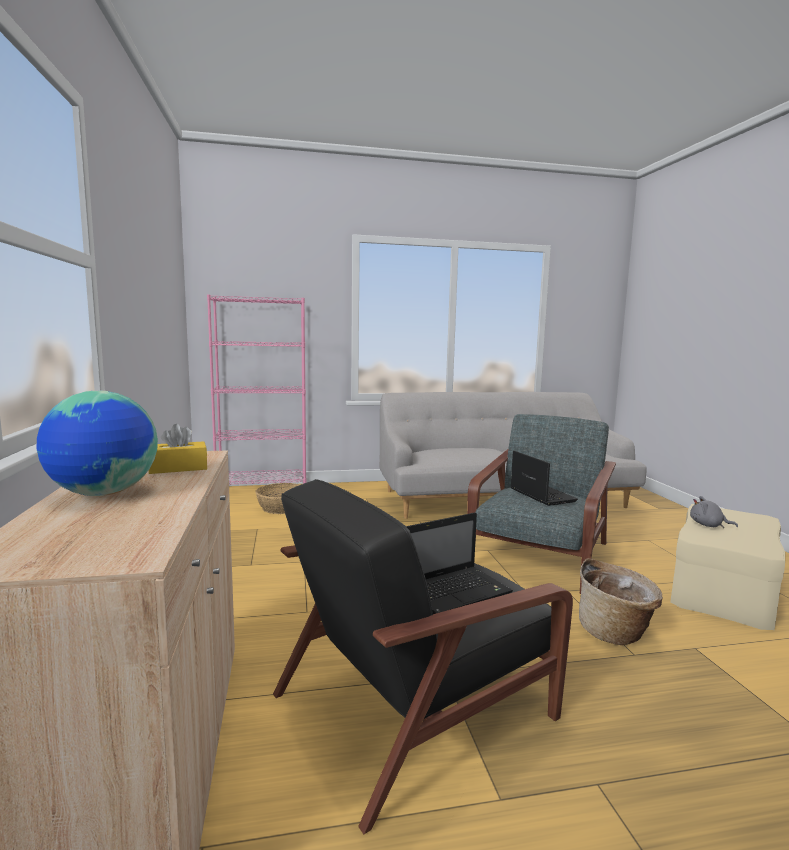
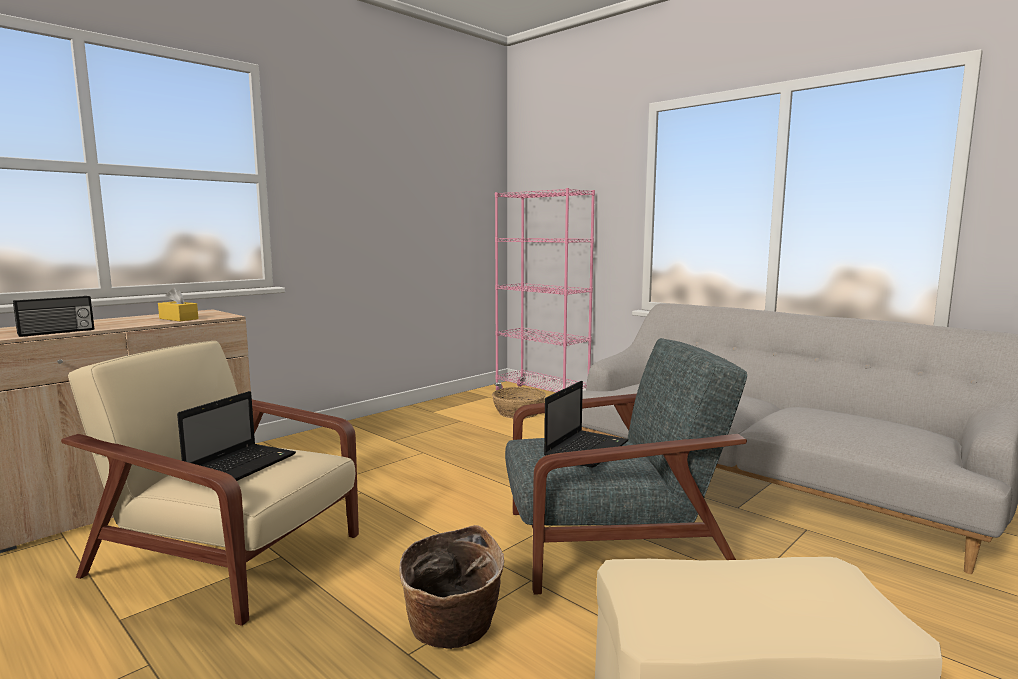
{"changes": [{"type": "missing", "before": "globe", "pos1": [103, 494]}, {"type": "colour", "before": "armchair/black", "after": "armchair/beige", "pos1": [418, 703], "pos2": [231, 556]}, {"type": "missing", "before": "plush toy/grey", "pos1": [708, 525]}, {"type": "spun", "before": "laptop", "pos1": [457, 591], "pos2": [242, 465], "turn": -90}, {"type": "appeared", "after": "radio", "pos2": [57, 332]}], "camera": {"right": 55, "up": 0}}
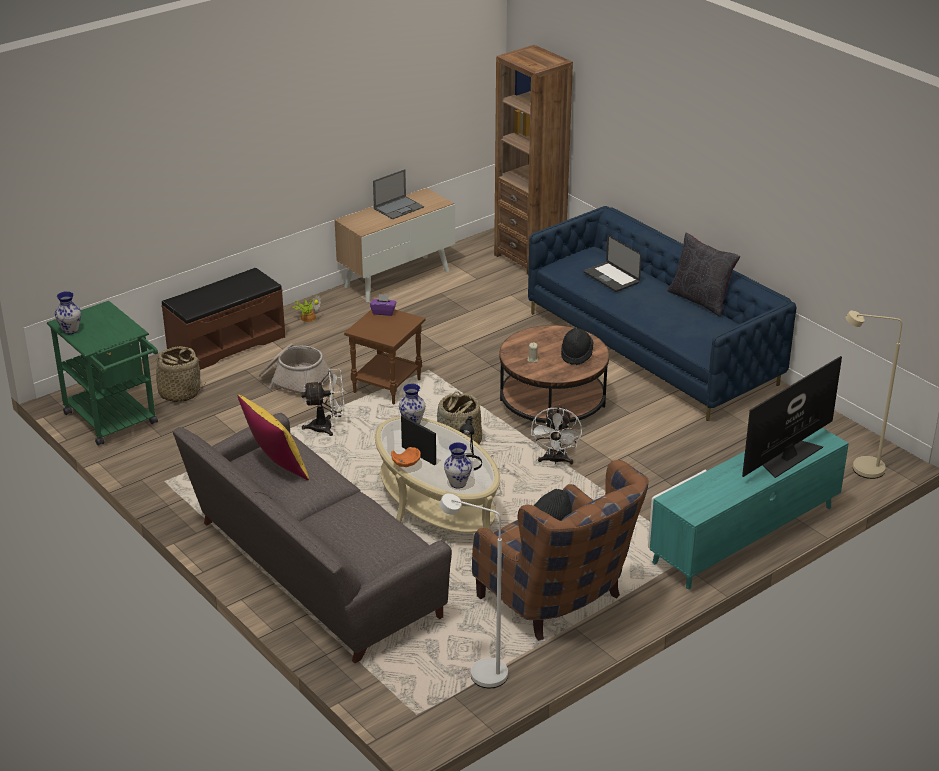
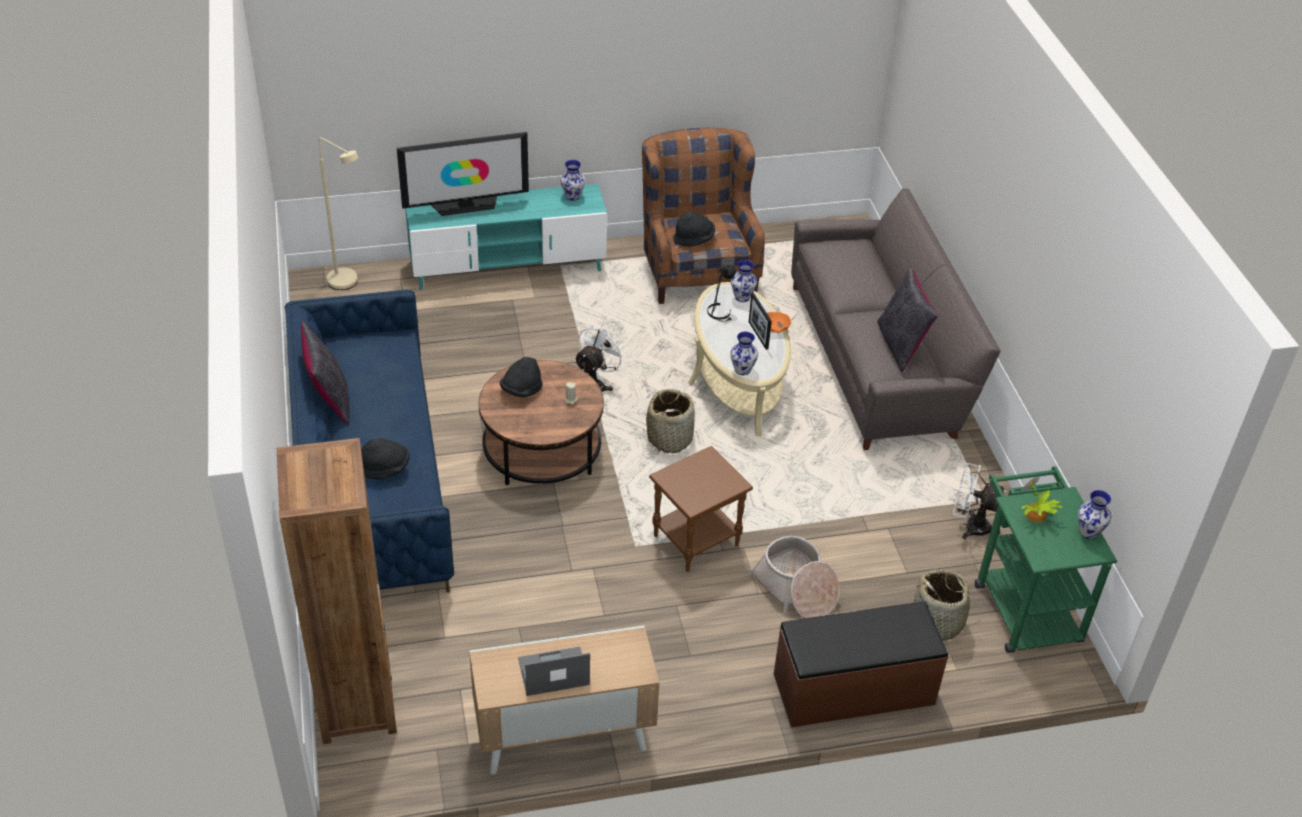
{"changes": [{"type": "exchanged", "before": "laptop", "after": "hat/black", "pos1": [611, 278], "pos2": [386, 468]}, {"type": "missing", "before": "tissue box/purple", "pos1": [383, 312]}, {"type": "relocated", "before": "potted plant", "pos1": [308, 317], "pos2": [1035, 515]}, {"type": "relocated", "before": "fan/white", "pos1": [327, 427], "pos2": [970, 526]}, {"type": "colour", "before": "pillow/yellow", "after": "pillow/black", "pos1": [276, 466], "pos2": [901, 345]}, {"type": "missing", "before": "floor lamp/white", "pos1": [479, 672]}, {"type": "appeared", "after": "vase", "pos2": [573, 196]}], "camera": {"right": -155, "up": 10}}
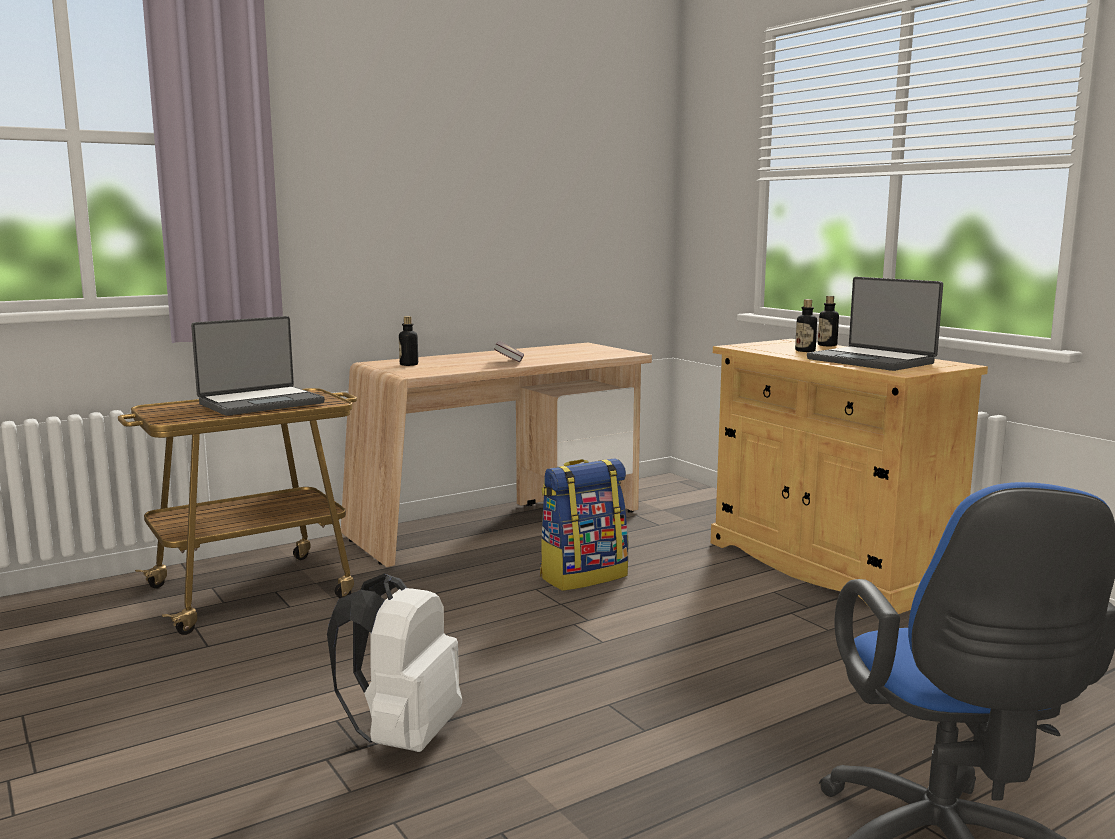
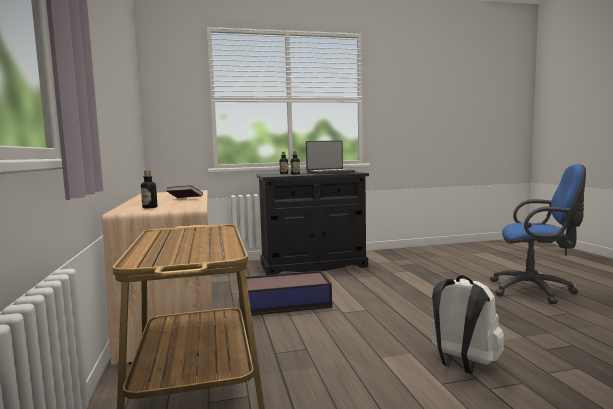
{"changes": [{"type": "missing", "before": "laptop", "pos1": [260, 403]}, {"type": "colour", "before": "cabinet/beige", "after": "cabinet/black", "pos1": [828, 566], "pos2": [313, 265]}, {"type": "exchanged", "before": "backpack", "after": "storage box", "pos1": [583, 576], "pos2": [282, 303]}], "camera": {"right": -70, "up": -5}}
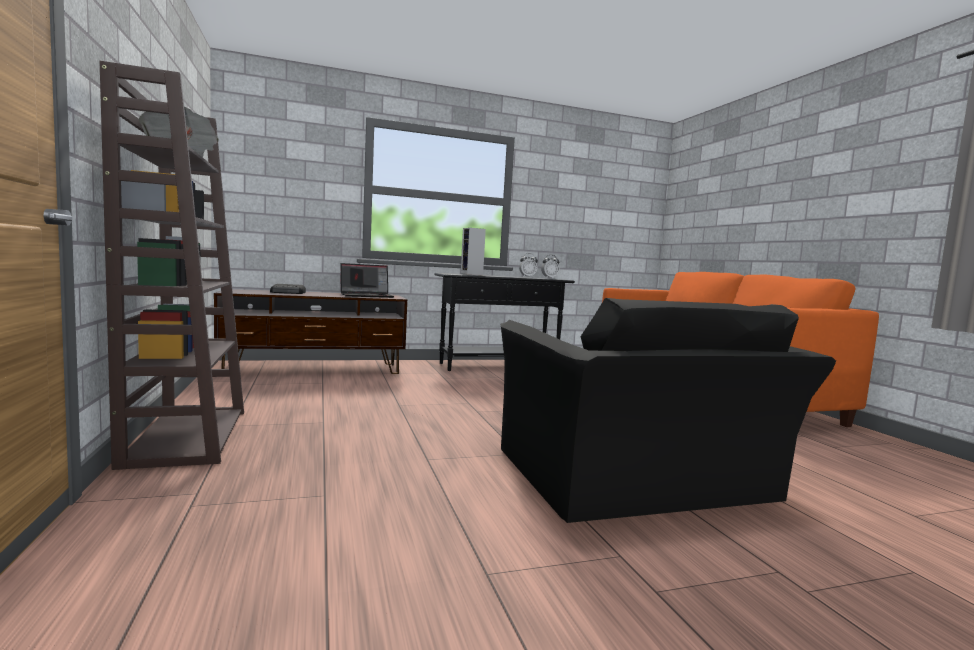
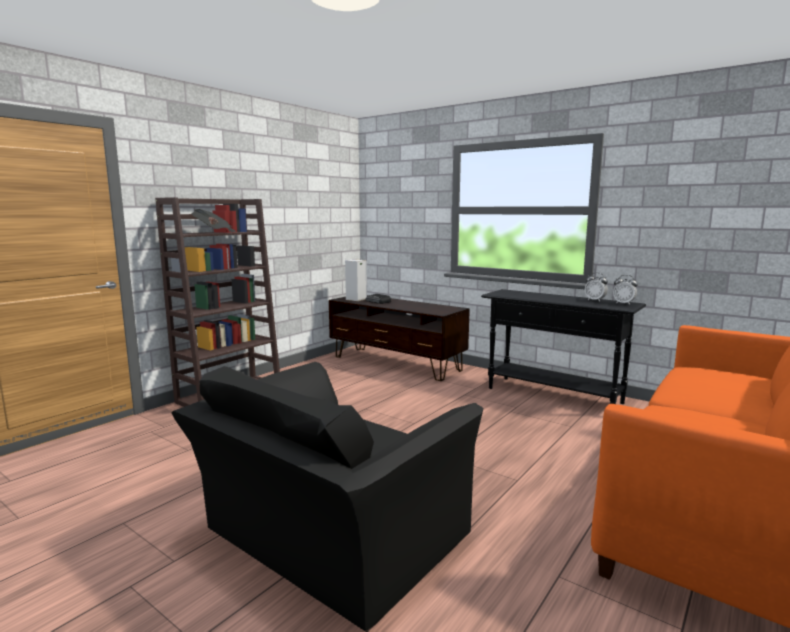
{"changes": [{"type": "relocated", "before": "speaker", "pos1": [472, 274], "pos2": [356, 299]}, {"type": "missing", "before": "laptop", "pos1": [367, 295]}], "camera": {"right": 55, "up": 5}}
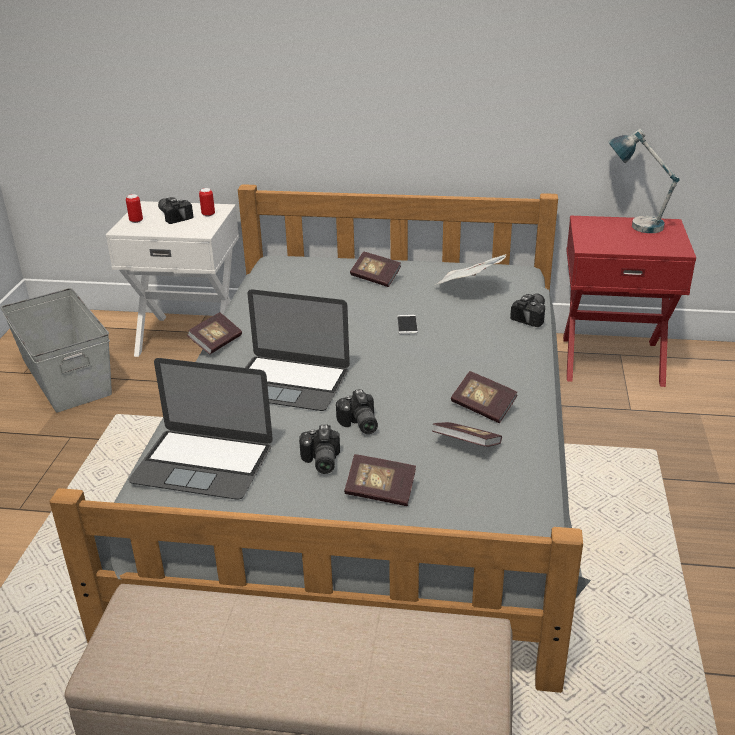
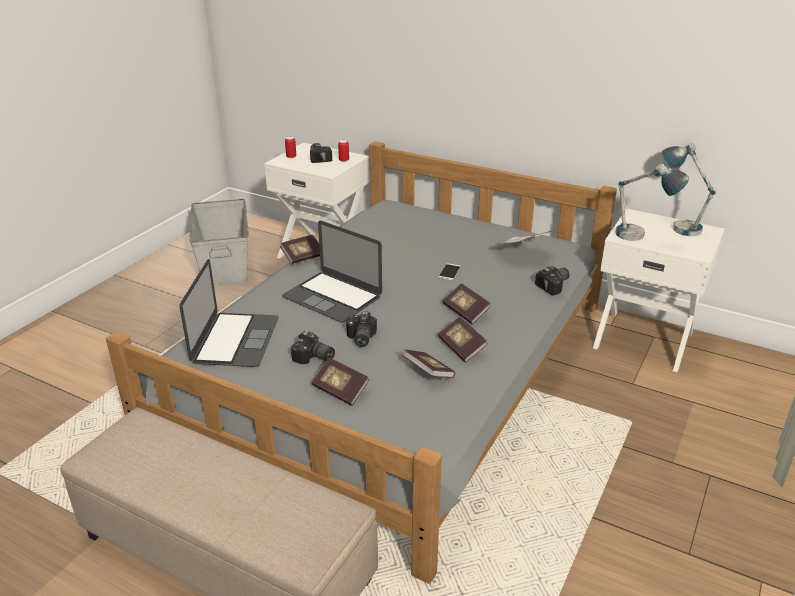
{"changes": [{"type": "colour", "before": "nightstand/red", "after": "nightstand/white", "pos1": [611, 359], "pos2": [643, 339]}, {"type": "relocated", "before": "book", "pos1": [375, 278], "pos2": [466, 312]}, {"type": "spun", "before": "laptop", "pos1": [203, 463], "pos2": [235, 340], "turn": -120}, {"type": "spun", "before": "photo camera", "pos1": [320, 461], "pos2": [314, 358], "turn": -75}, {"type": "appeared", "after": "table lamp", "pos2": [641, 238]}], "camera": {"right": 20, "up": 0}}
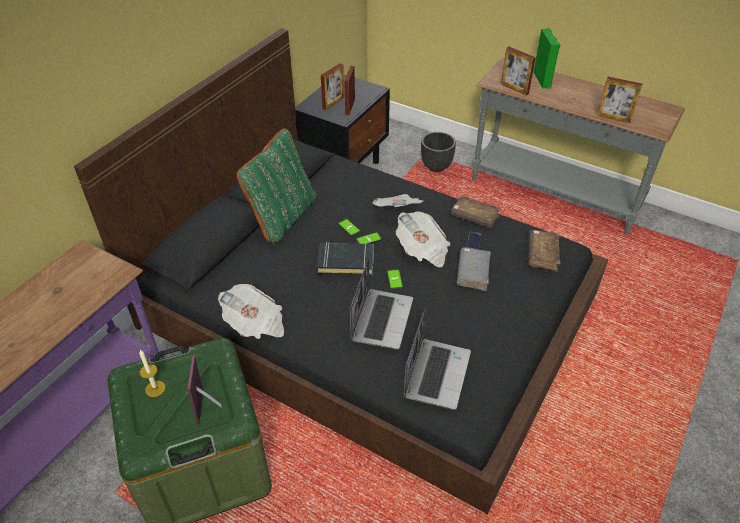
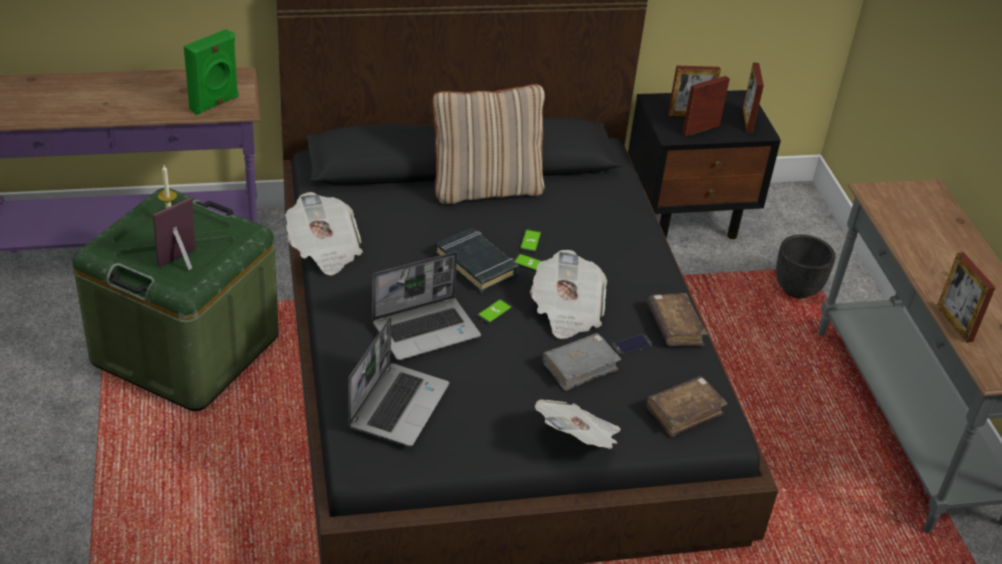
{"changes": [{"type": "relocated", "before": "speaker/green", "pos1": [542, 79], "pos2": [215, 104]}, {"type": "relocated", "before": "picture frame", "pos1": [514, 89], "pos2": [747, 120]}, {"type": "colour", "before": "pillow/green", "after": "pillow/beige", "pos1": [282, 217], "pos2": [486, 188]}, {"type": "relocated", "before": "newspaper", "pos1": [397, 211], "pos2": [578, 440]}, {"type": "spun", "before": "laptop", "pos1": [436, 373], "pos2": [398, 405], "turn": -45}], "camera": {"right": 45, "up": -5}}
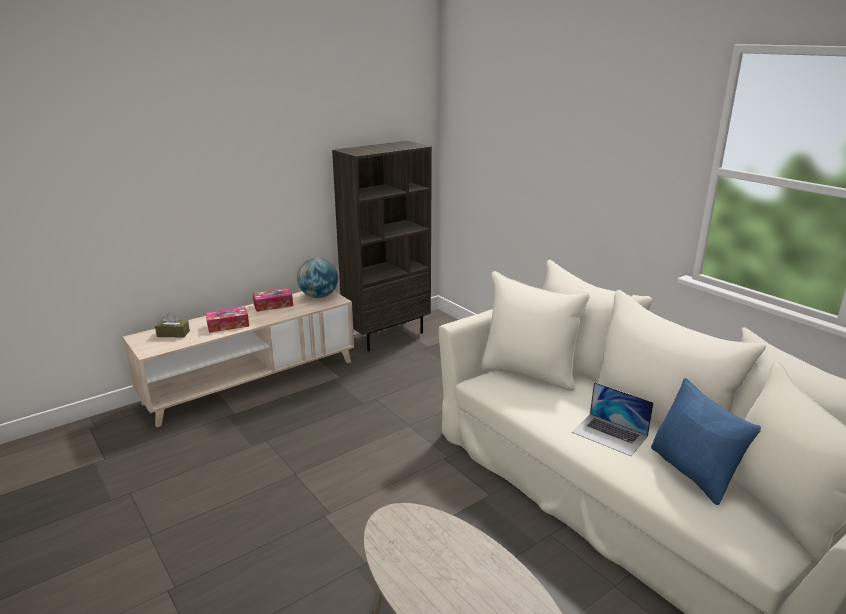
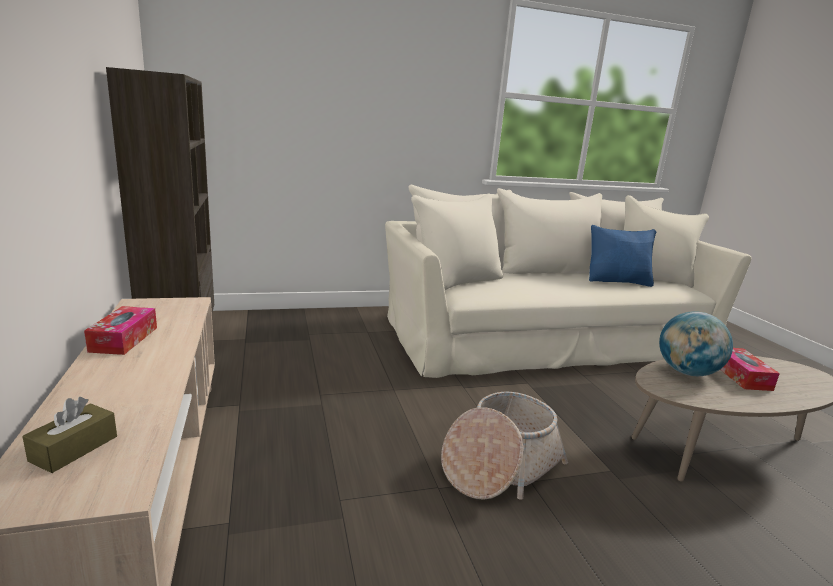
{"changes": [{"type": "relocated", "before": "globe", "pos1": [319, 296], "pos2": [686, 372]}, {"type": "relocated", "before": "tissue box", "pos1": [228, 325], "pos2": [741, 376]}, {"type": "missing", "before": "laptop", "pos1": [610, 434]}, {"type": "appeared", "after": "basket", "pos2": [499, 465]}], "camera": {"right": -70, "up": -5}}
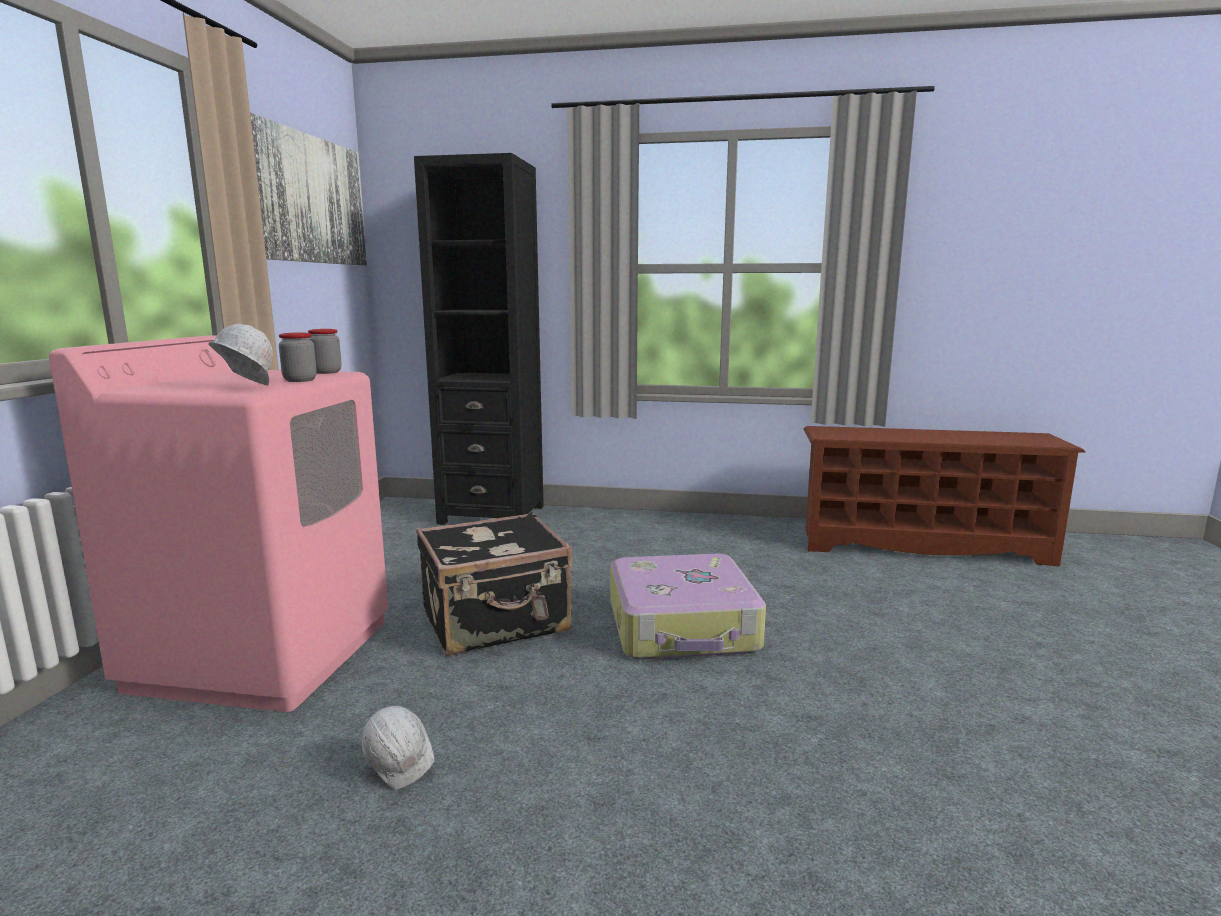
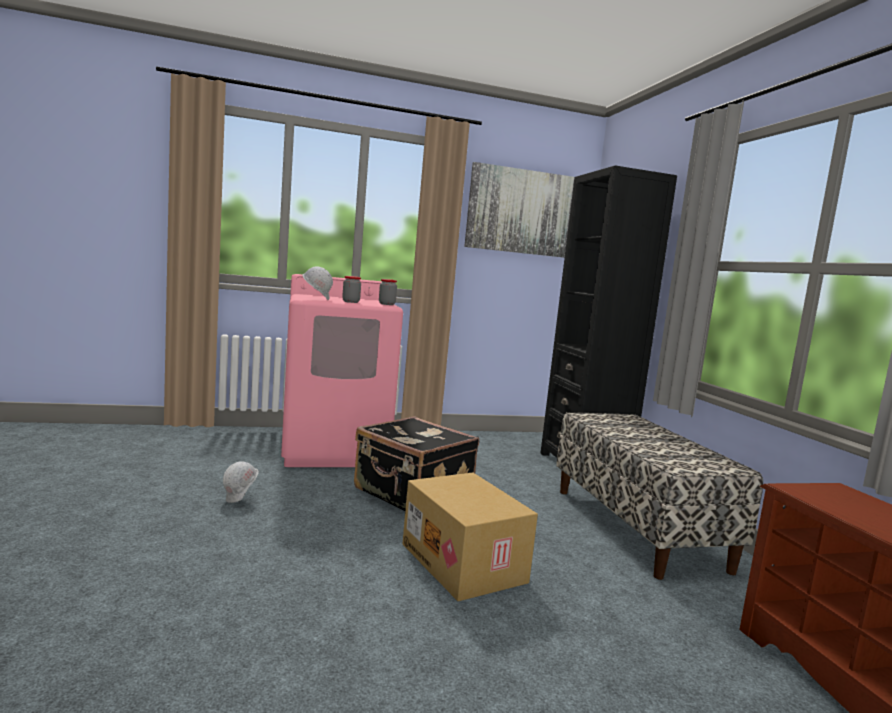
{"changes": [{"type": "exchanged", "before": "suitcase", "after": "cardboard box", "pos1": [683, 626], "pos2": [465, 563]}, {"type": "appeared", "after": "bench", "pos2": [637, 527]}], "camera": {"right": 65, "up": -5}}
